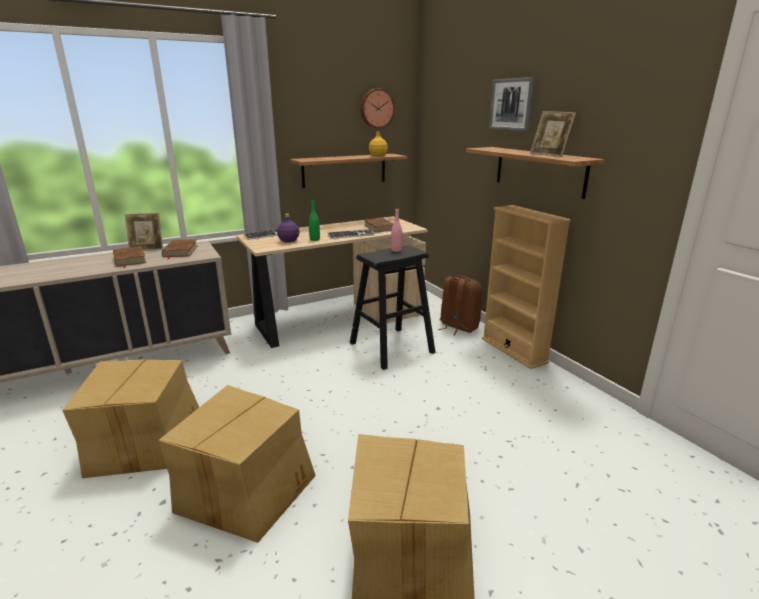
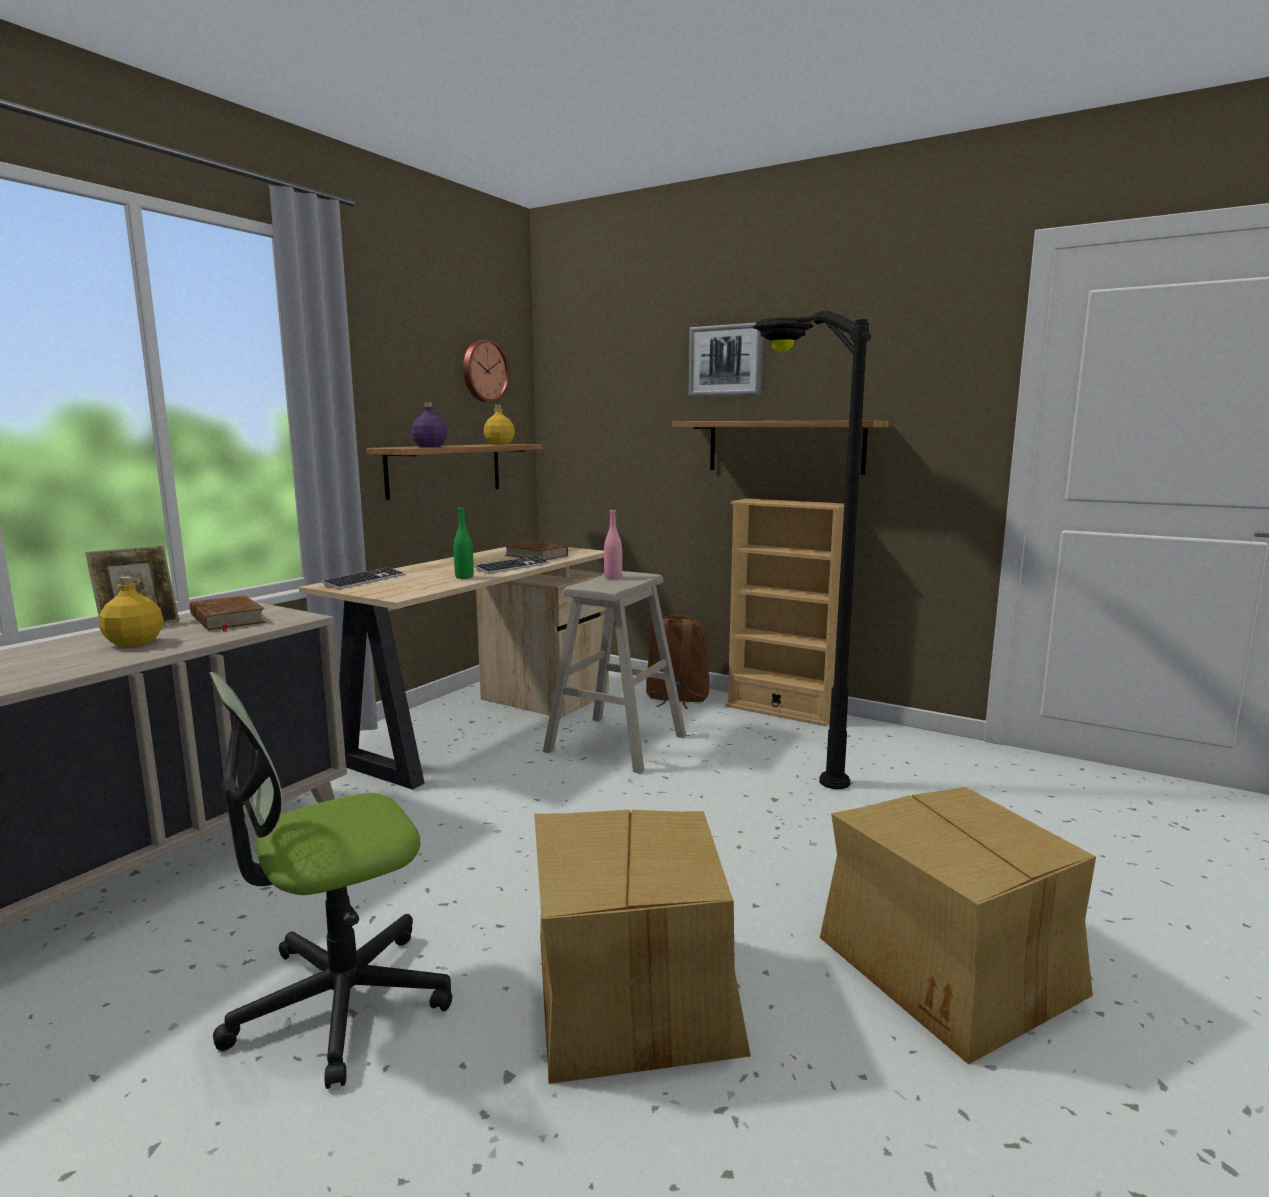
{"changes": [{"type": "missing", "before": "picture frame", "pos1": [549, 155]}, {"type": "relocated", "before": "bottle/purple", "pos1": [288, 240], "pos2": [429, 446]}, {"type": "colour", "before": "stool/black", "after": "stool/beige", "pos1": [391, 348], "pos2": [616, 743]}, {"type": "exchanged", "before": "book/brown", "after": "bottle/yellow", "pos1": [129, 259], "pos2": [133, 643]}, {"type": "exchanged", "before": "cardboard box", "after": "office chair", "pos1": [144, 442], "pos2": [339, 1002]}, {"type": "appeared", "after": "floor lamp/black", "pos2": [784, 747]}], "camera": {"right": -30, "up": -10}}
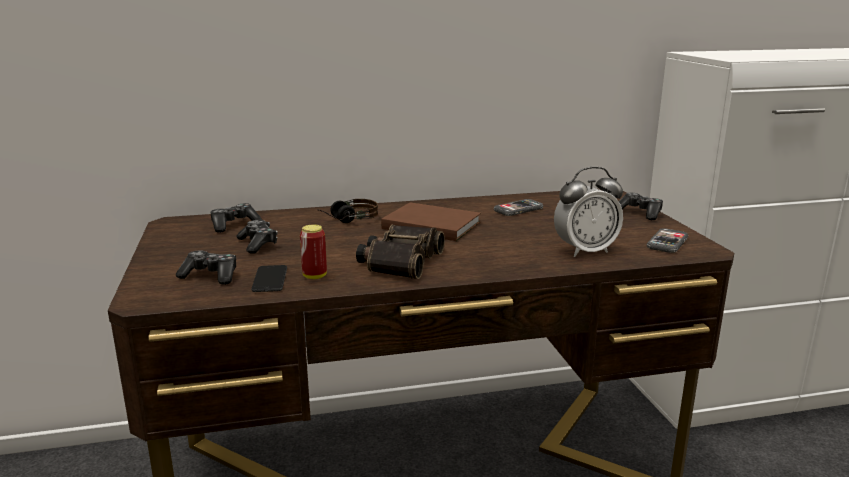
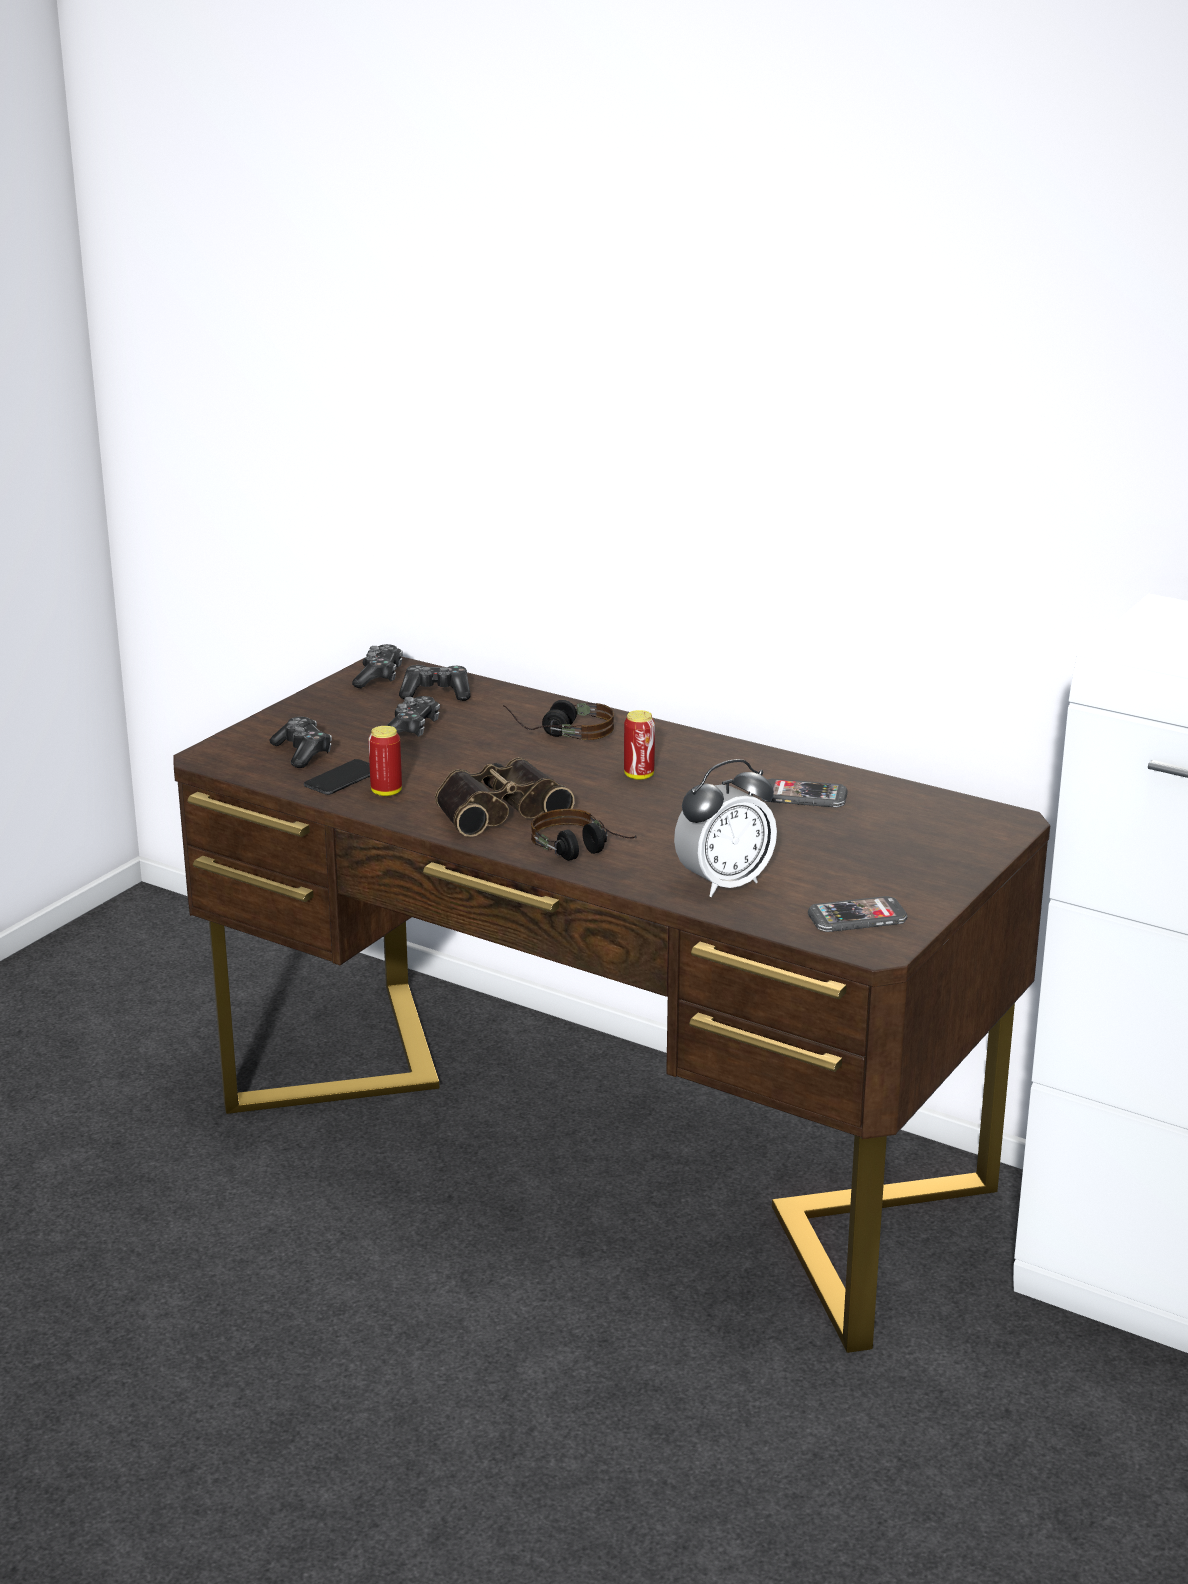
{"changes": [{"type": "spun", "before": "alarm clock", "pos1": [585, 251], "pos2": [724, 884], "turn": -60}, {"type": "relocated", "before": "game controller", "pos1": [639, 213], "pos2": [379, 677]}, {"type": "exchanged", "before": "book/brown", "after": "can", "pos1": [430, 225], "pos2": [639, 776]}, {"type": "appeared", "after": "headphones", "pos2": [584, 853]}], "camera": {"right": 45, "up": 5}}
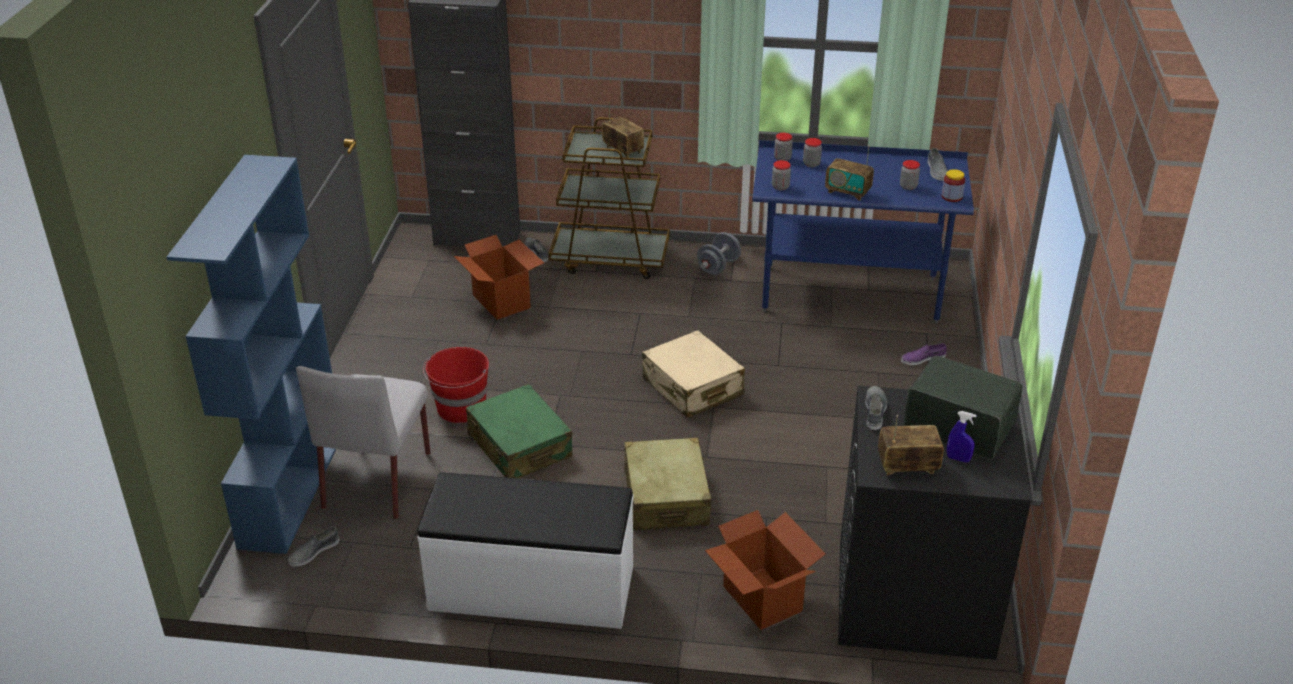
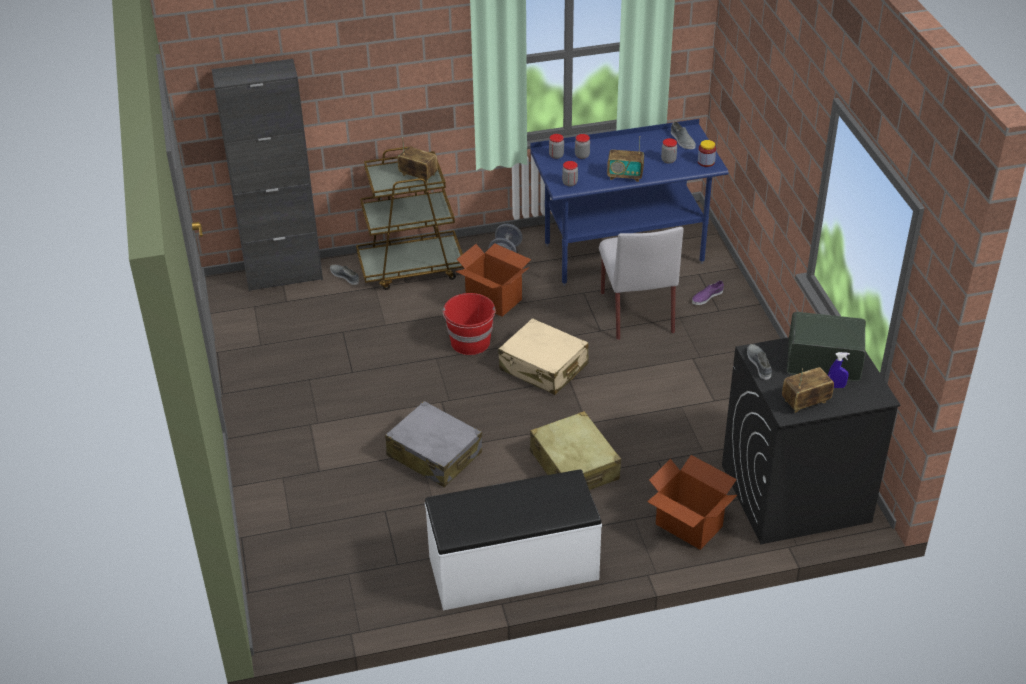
{"changes": [{"type": "missing", "before": "bookcase/blue", "pos1": [291, 488]}, {"type": "relocated", "before": "cardboard box", "pos1": [502, 301], "pos2": [494, 299]}, {"type": "relocated", "before": "bucket/red", "pos1": [461, 408], "pos2": [470, 342]}, {"type": "relocated", "before": "chair/grey", "pos1": [377, 478], "pos2": [636, 311]}, {"type": "colour", "before": "suitcase/green", "after": "suitcase/grey", "pos1": [519, 446], "pos2": [434, 454]}, {"type": "missing", "before": "shoe/grey", "pos1": [314, 552]}], "camera": {"right": -20, "up": 5}}
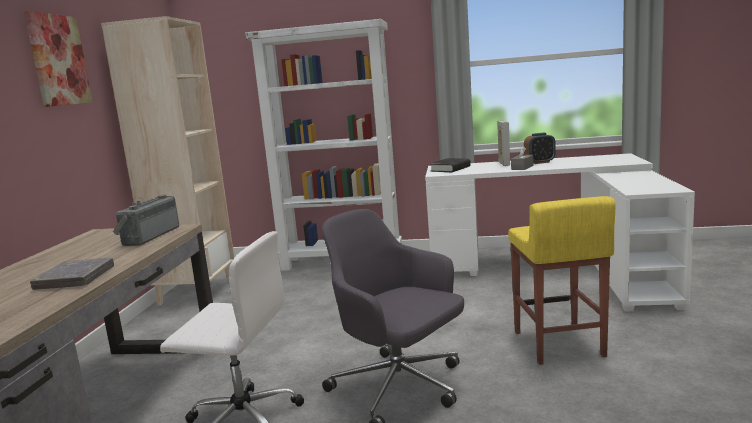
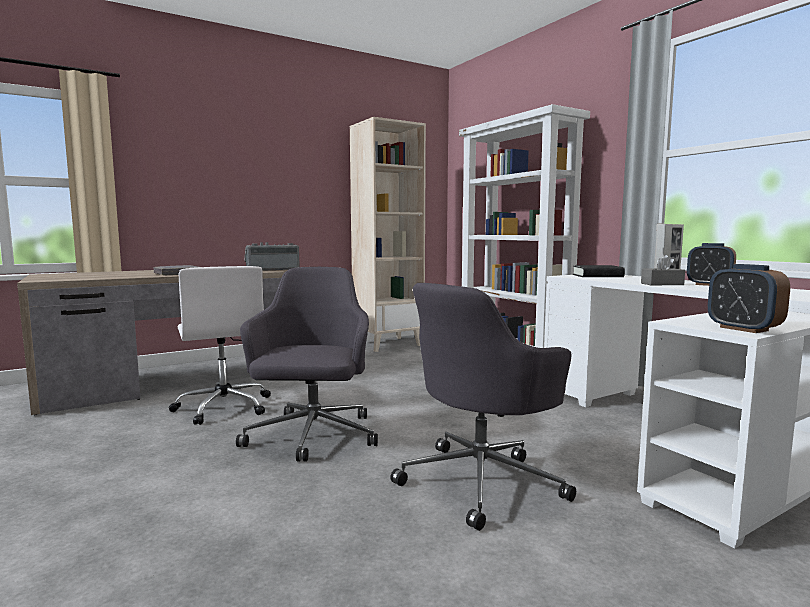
{"changes": [{"type": "missing", "before": "picture", "pos1": [58, 60]}, {"type": "exchanged", "before": "stool/yellow", "after": "office chair/grey", "pos1": [558, 344], "pos2": [482, 481]}, {"type": "appeared", "after": "alarm clock", "pos2": [743, 329]}], "camera": {"right": 50, "up": -5}}
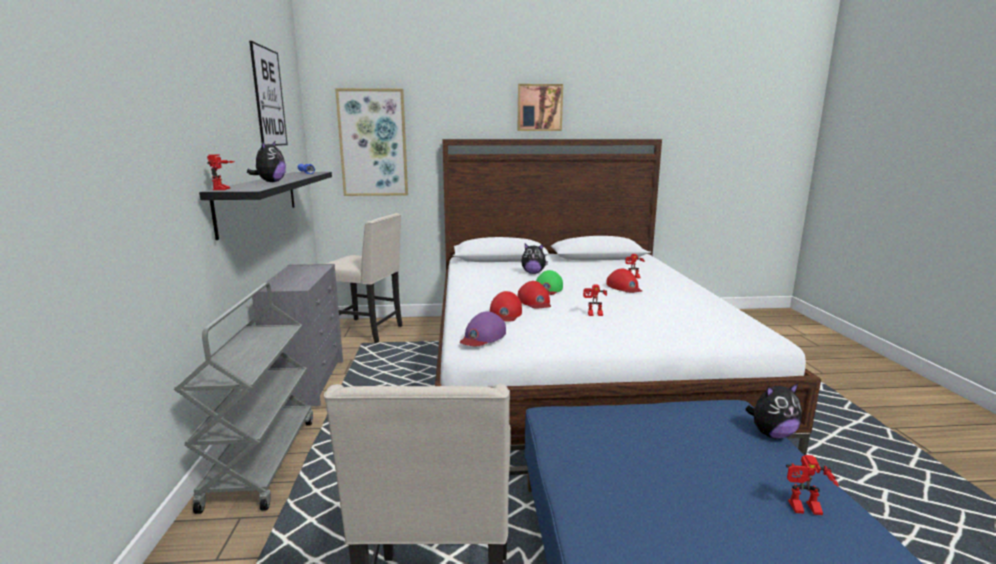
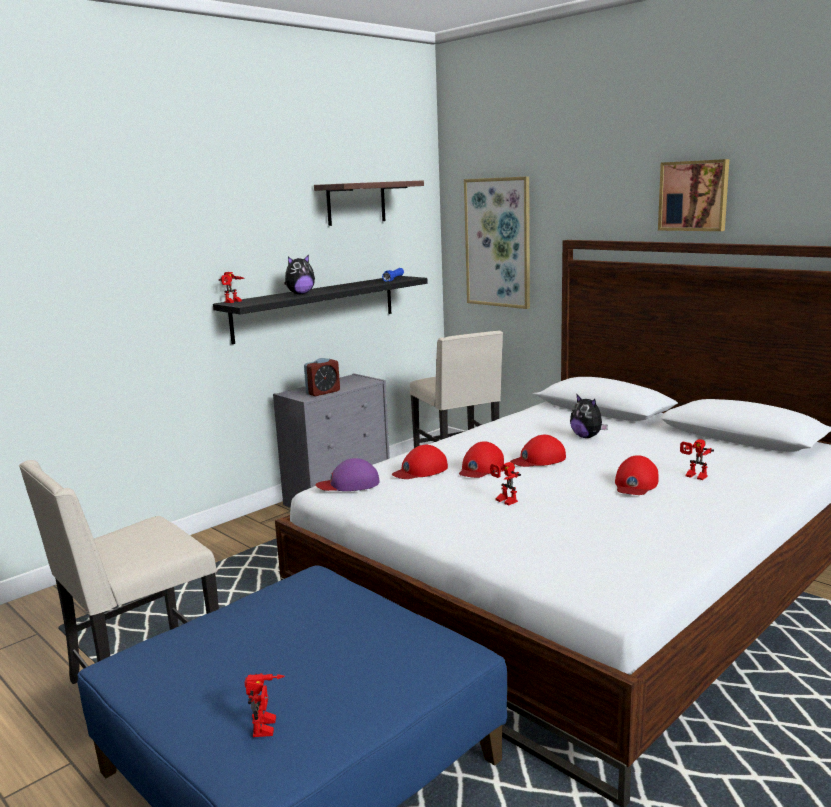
{"changes": [{"type": "exchanged", "before": "picture", "after": "shelf", "pos1": [269, 97], "pos2": [356, 203]}, {"type": "colour", "before": "cap/green", "after": "cap/red", "pos1": [548, 289], "pos2": [538, 459]}, {"type": "missing", "before": "cart/grey", "pos1": [261, 461]}, {"type": "missing", "before": "plush toy", "pos1": [771, 434]}, {"type": "spun", "before": "toy robot", "pos1": [804, 510], "pos2": [268, 728], "turn": -150}, {"type": "appeared", "after": "alarm clock", "pos2": [323, 392]}], "camera": {"right": 50, "up": 0}}
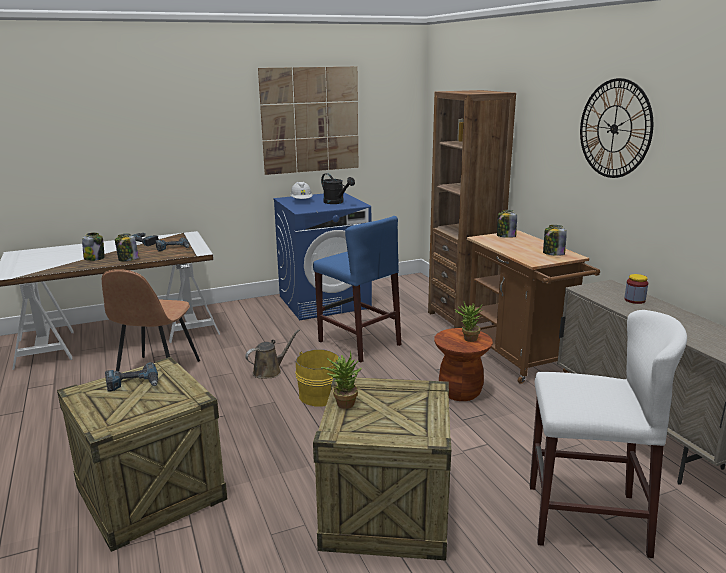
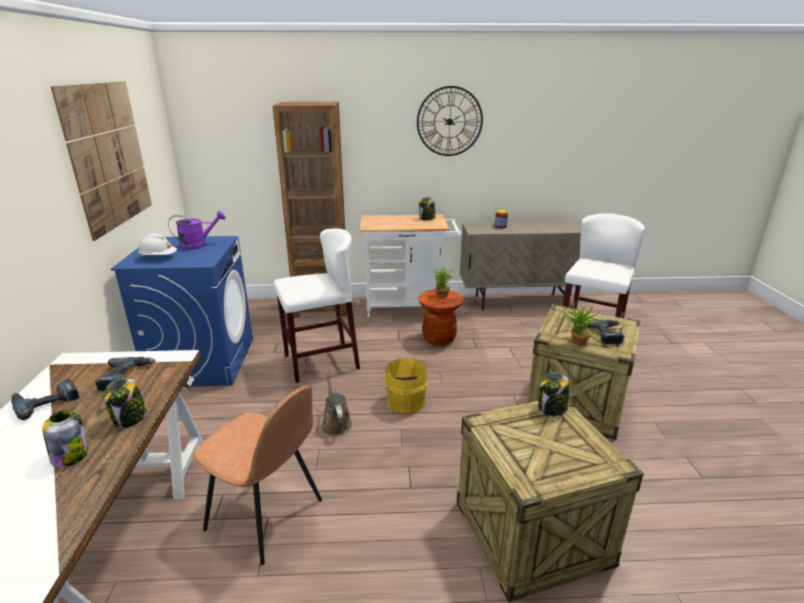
{"changes": [{"type": "colour", "before": "watering can/black", "after": "watering can/purple", "pos1": [336, 202], "pos2": [198, 245]}, {"type": "relocated", "before": "jar", "pos1": [505, 236], "pos2": [552, 409]}, {"type": "colour", "before": "stool/blue", "after": "stool/white", "pos1": [359, 343], "pos2": [321, 362]}, {"type": "colour", "before": "cart/brown", "after": "cart/white", "pos1": [520, 360], "pos2": [409, 307]}, {"type": "relocated", "before": "power drill", "pos1": [133, 383], "pos2": [608, 334]}], "camera": {"right": -70, "up": 5}}
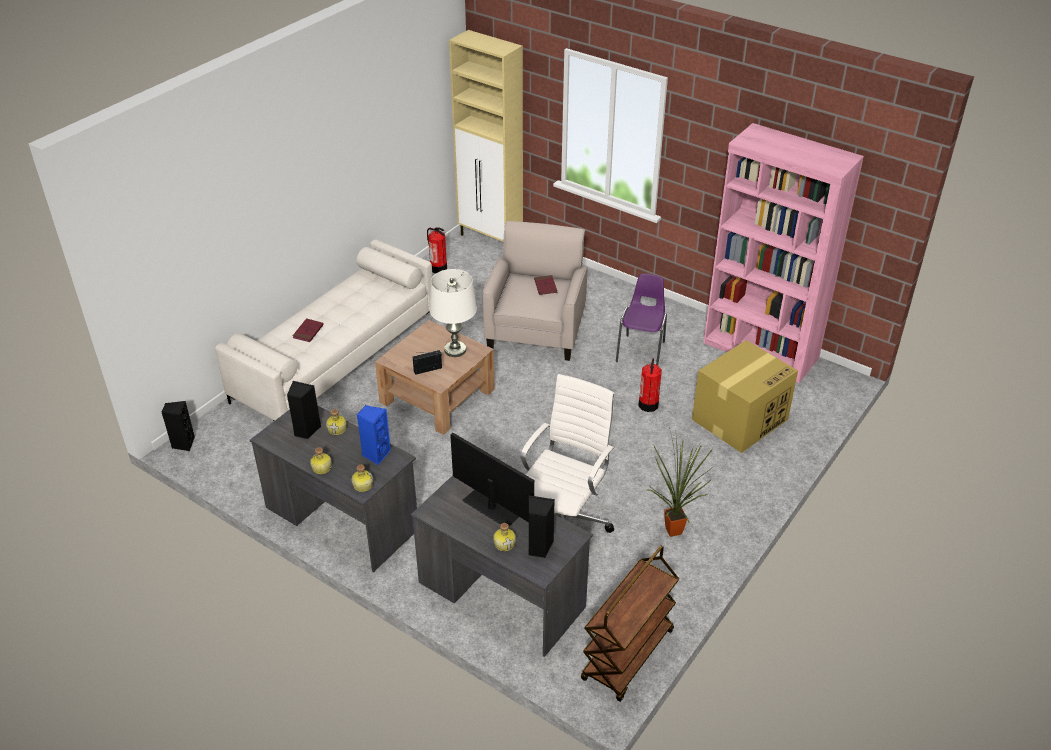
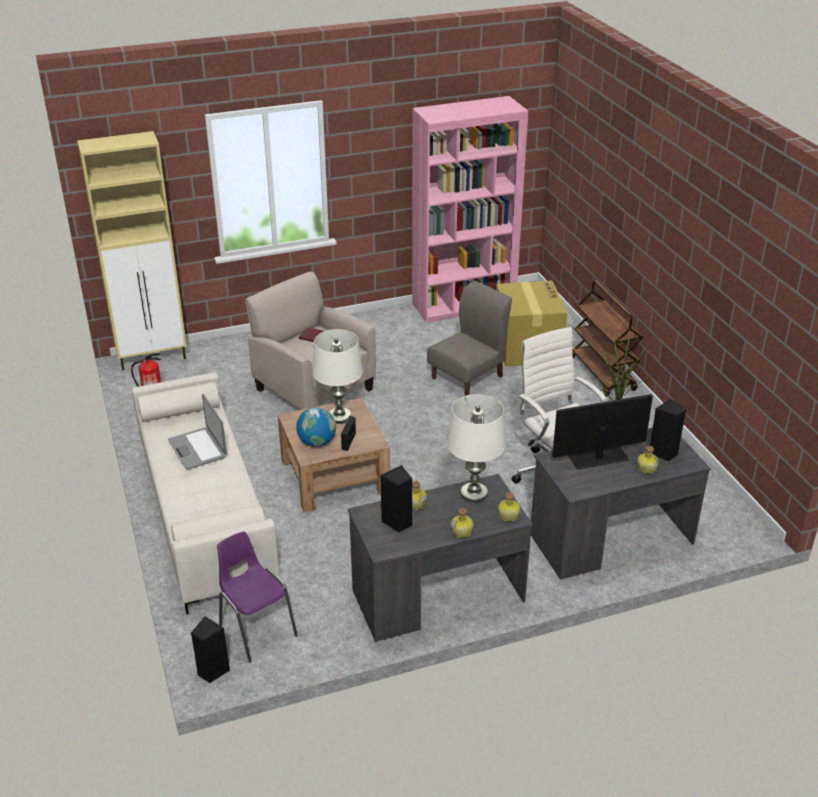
{"changes": [{"type": "relocated", "before": "chair/purple", "pos1": [641, 351], "pos2": [256, 630]}, {"type": "missing", "before": "book/red", "pos1": [308, 332]}, {"type": "exchanged", "before": "fire extinguisher", "after": "chair/grey", "pos1": [648, 404], "pos2": [468, 377]}, {"type": "exchanged", "before": "speaker/blue", "after": "table lamp/white", "pos1": [376, 454], "pos2": [473, 493]}, {"type": "relocated", "before": "cart/brown", "pos1": [628, 656], "pos2": [603, 374]}, {"type": "appeared", "after": "laptop", "pos2": [198, 449]}, {"type": "appeared", "after": "globe", "pos2": [317, 442]}], "camera": {"right": -55, "up": -5}}
